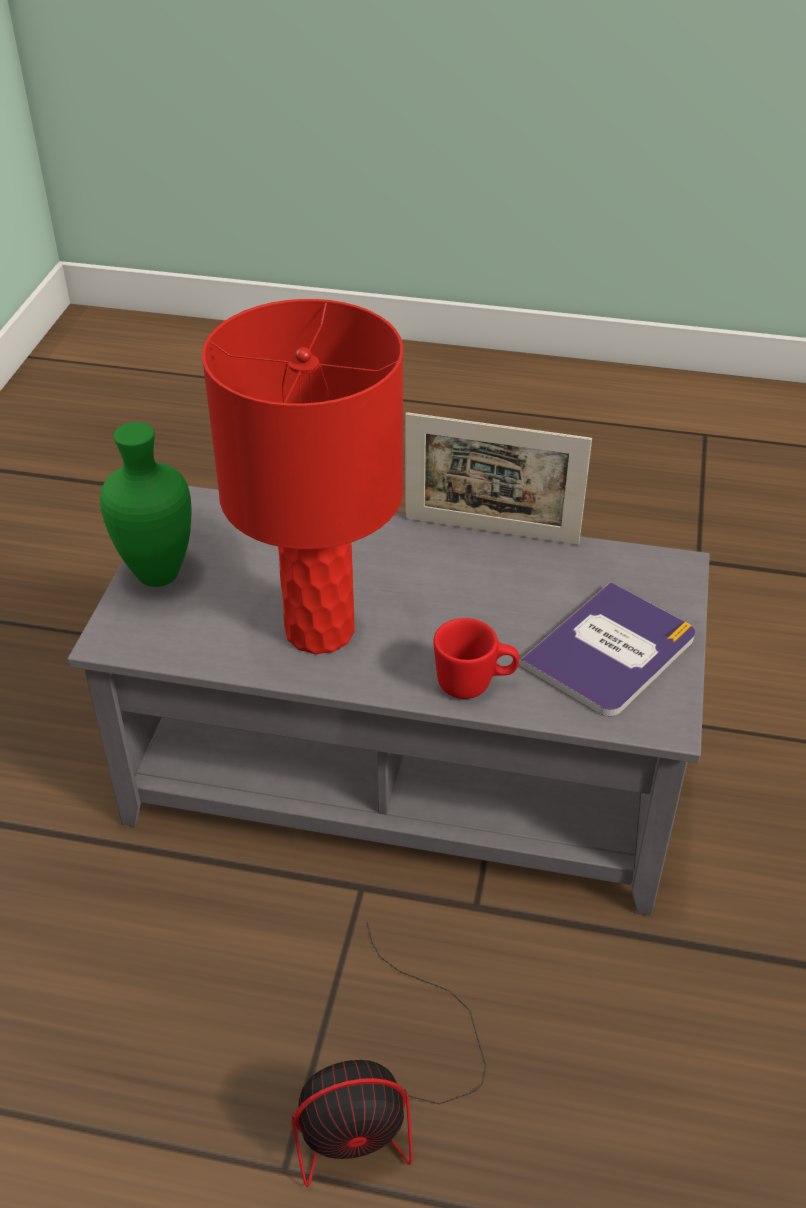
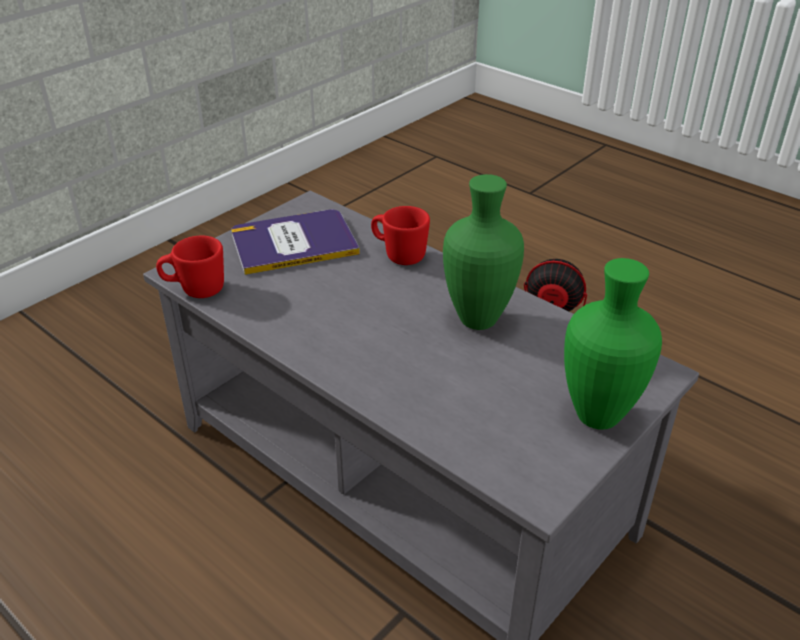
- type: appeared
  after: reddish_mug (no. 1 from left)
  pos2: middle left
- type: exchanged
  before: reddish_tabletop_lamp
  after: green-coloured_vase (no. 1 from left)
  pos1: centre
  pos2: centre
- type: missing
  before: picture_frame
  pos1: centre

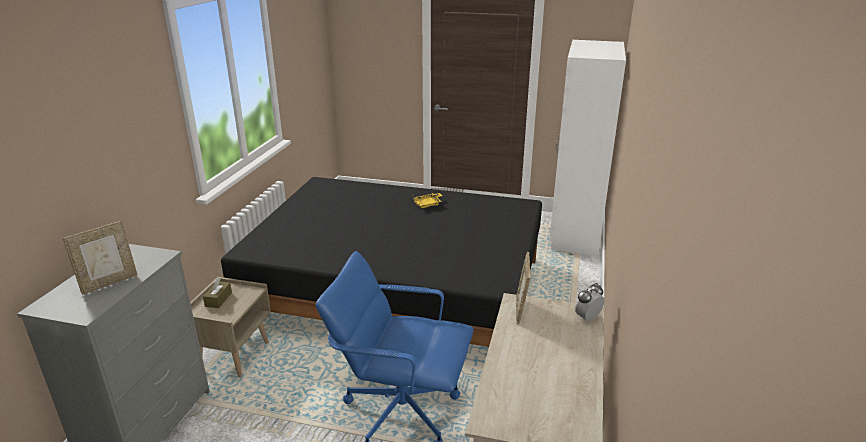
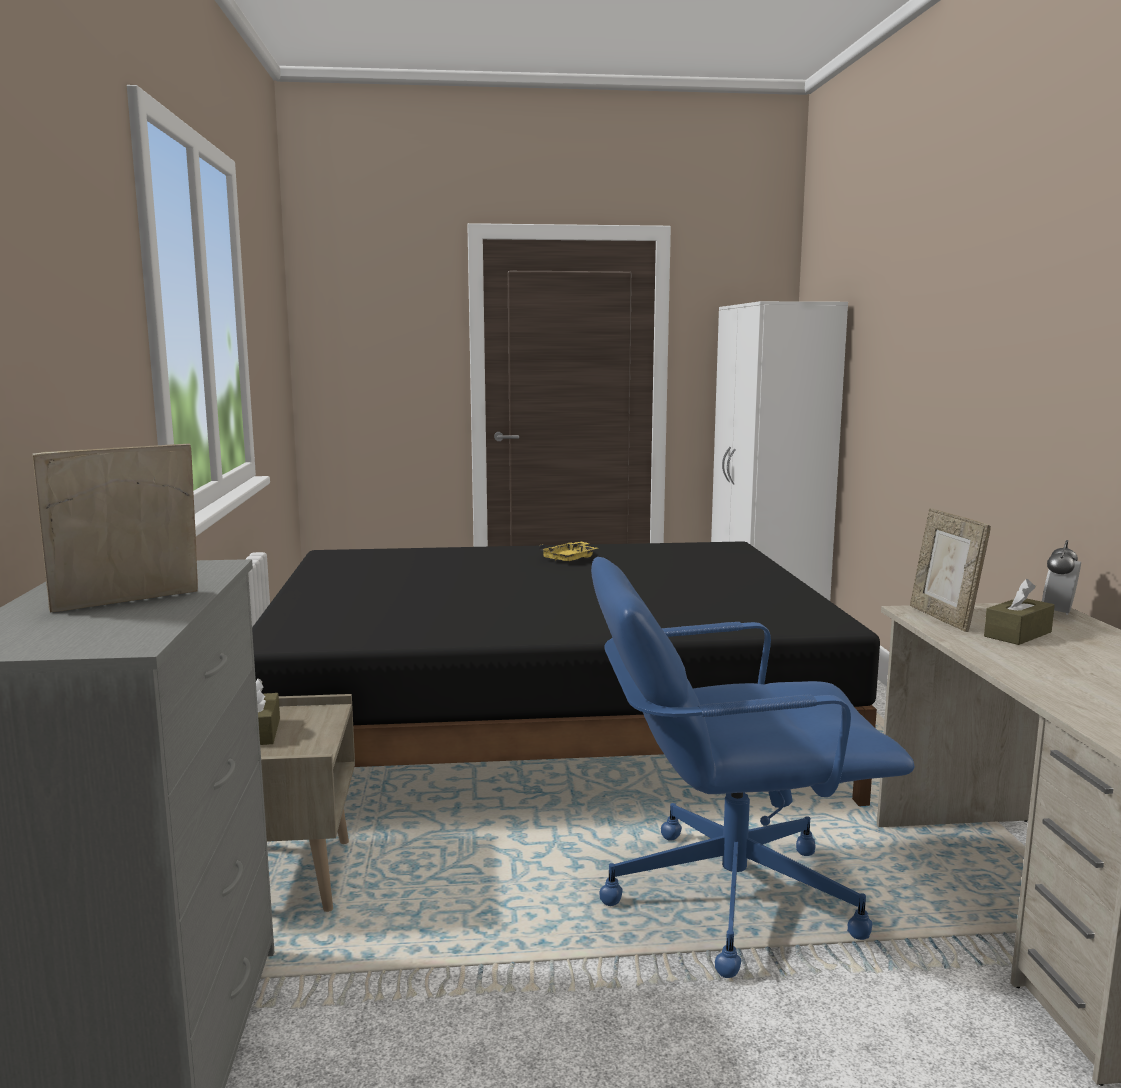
- type: spun
  before: picture_frame (no. 1 from left)
  pos1: middle left
  pos2: middle left
  turn: -150
- type: appeared
  after: brown-coloured_tissue_holder (no. 2 from left)
  pos2: middle right

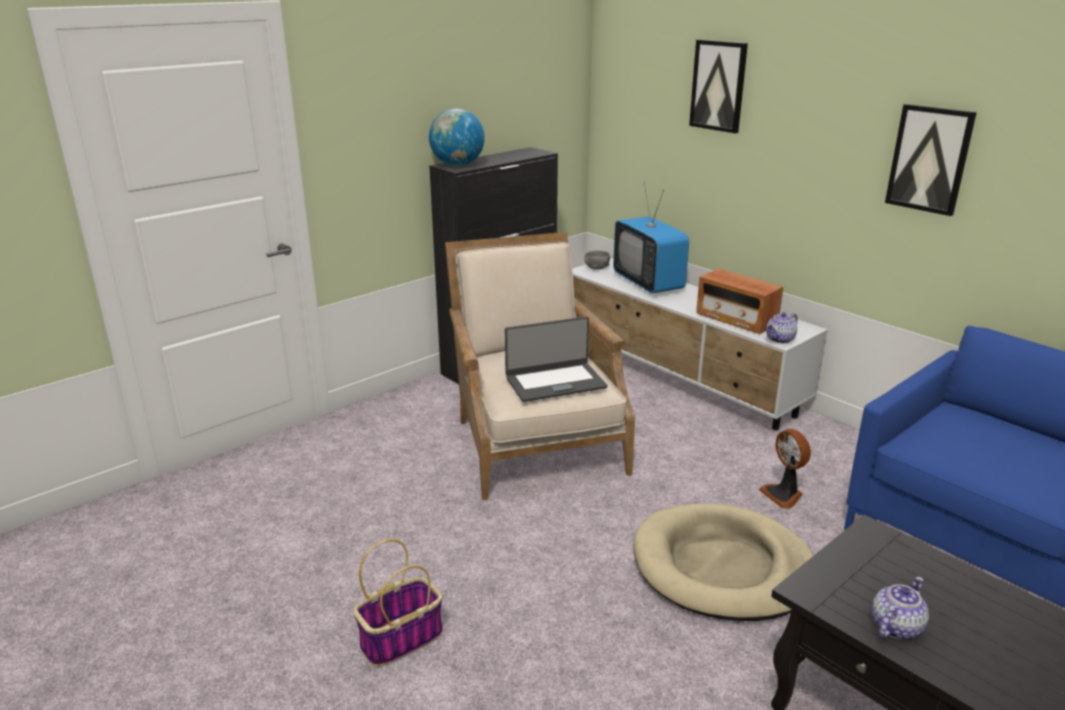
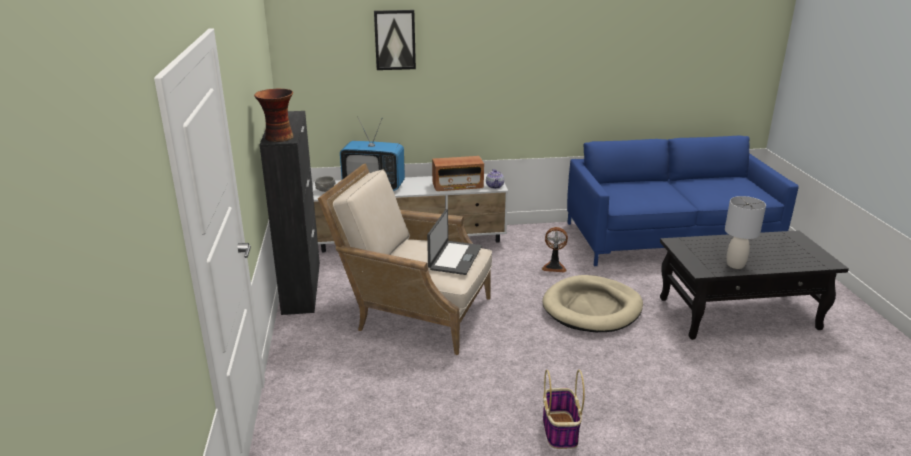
- type: exchanged
  before: world_globe
  after: vase
  pos1: top centre
  pos2: top left
- type: exchanged
  before: tea_pot (no. 2 from left)
  after: grey_tabletop_lamp
  pos1: bottom right
  pos2: middle right
- type: missing
  before: wall_picture (no. 2 from left)
  pos1: top right

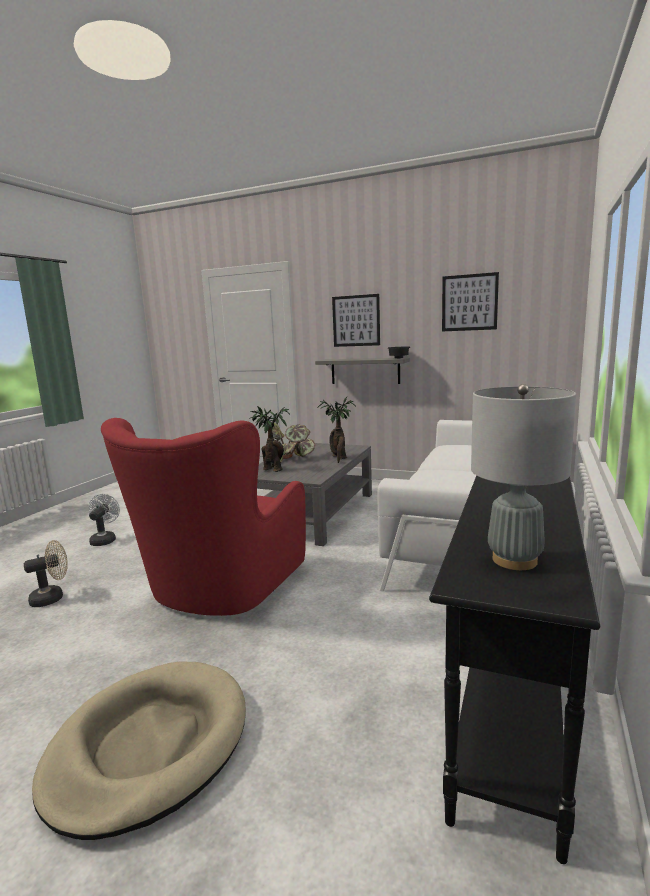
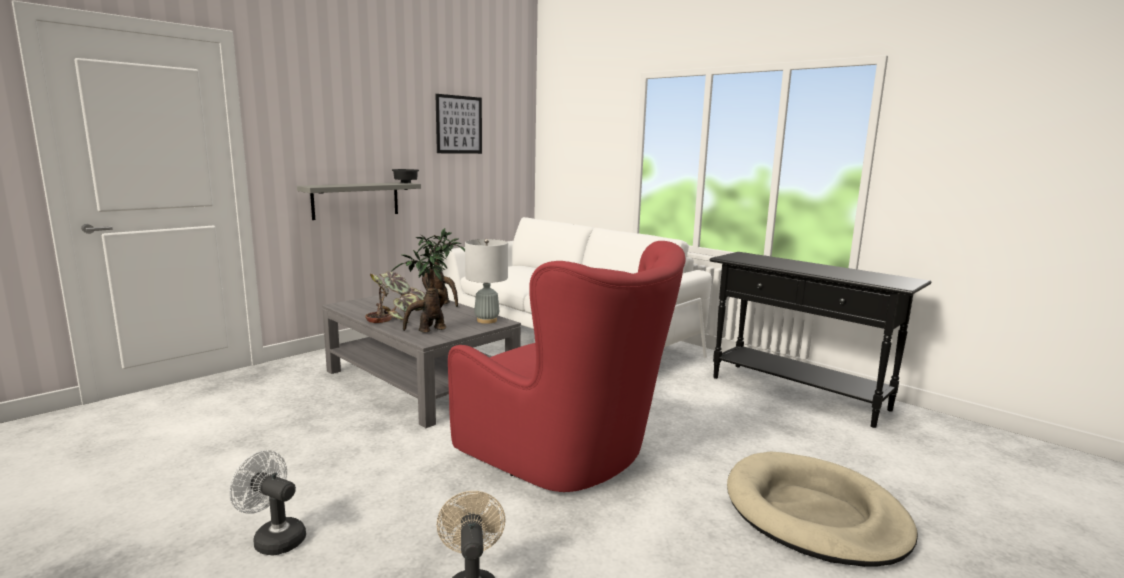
- type: relocated
  before: grey_tabletop_lamp
  pos1: middle right
  pos2: centre
- type: missing
  before: wall_picture (no. 1 from left)
  pos1: centre

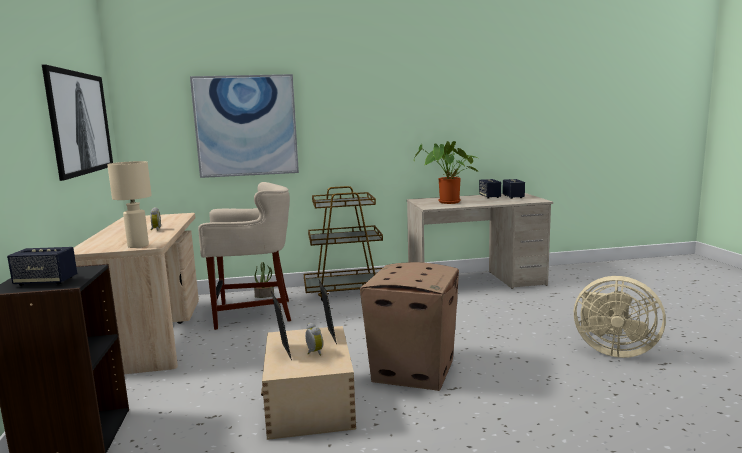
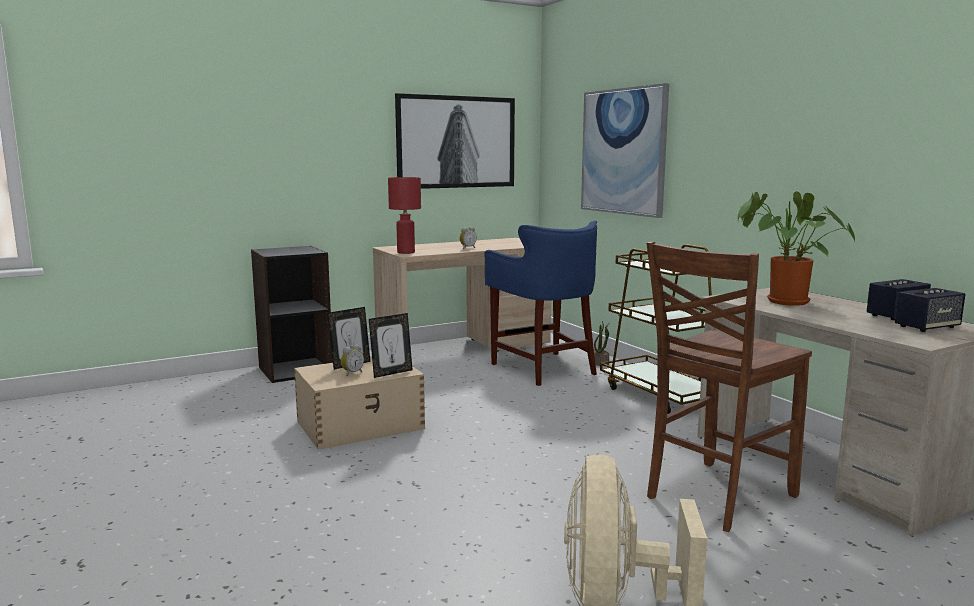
- type: colour
  before: sand-coloured_tabletop_lamp
  after: reddish_tabletop_lamp
  pos1: middle left
  pos2: centre
- type: colour
  before: sand-coloured_sitting_stool
  after: blue-coloured_sitting_stool
  pos1: middle left
  pos2: centre
- type: appeared
  after: brown-coloured_upright_chair
  pos2: middle right
- type: missing
  before: audio_speaker (no. 1 from left)
  pos1: middle left
- type: missing
  before: packing_box
  pos1: bottom centre

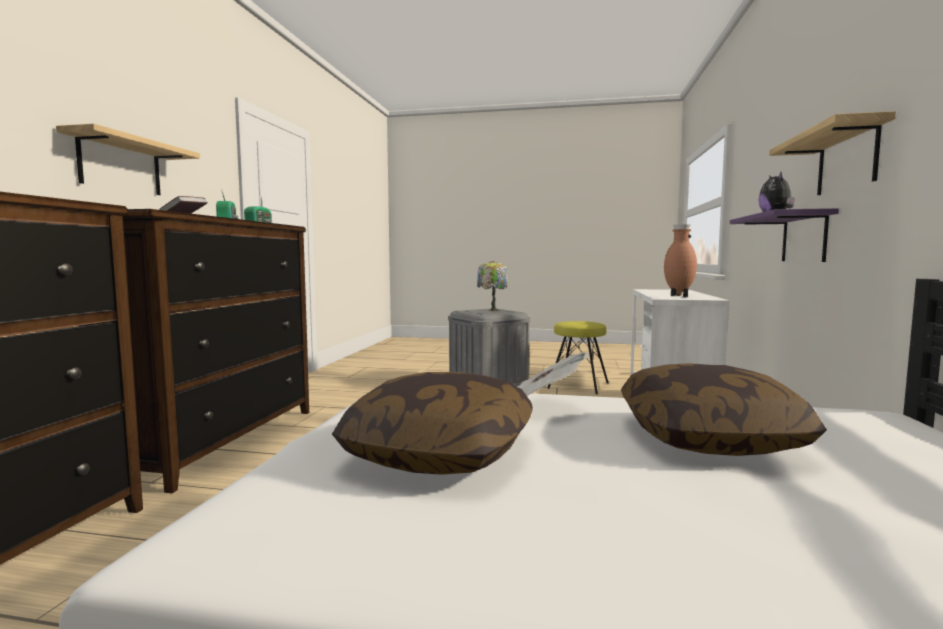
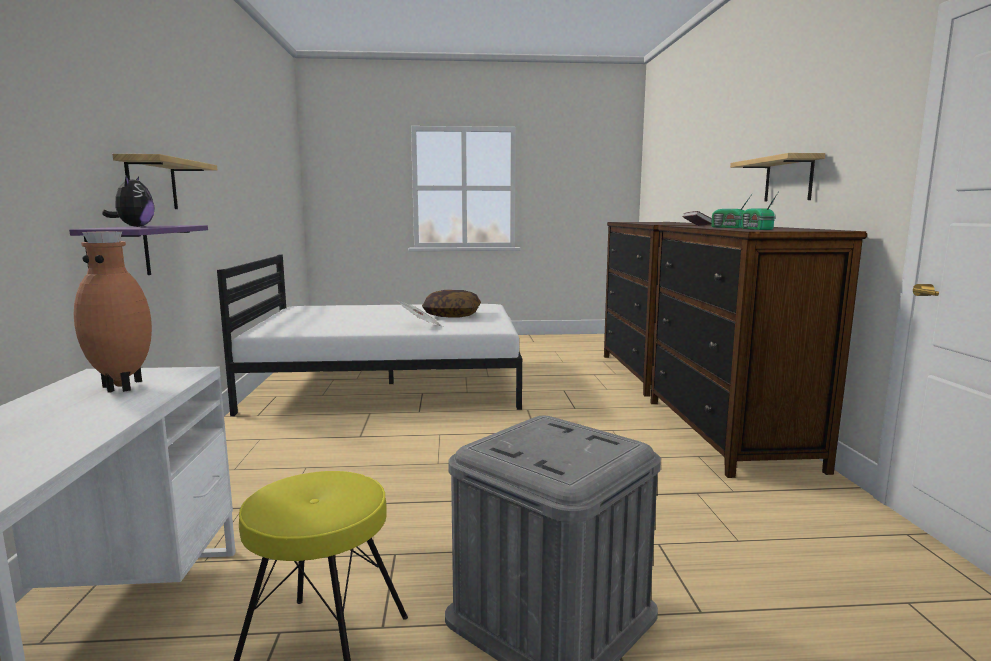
- type: missing
  before: tabletop_lamp
  pos1: centre
- type: missing
  before: throw_pillow (no. 2 from left)
  pos1: middle right

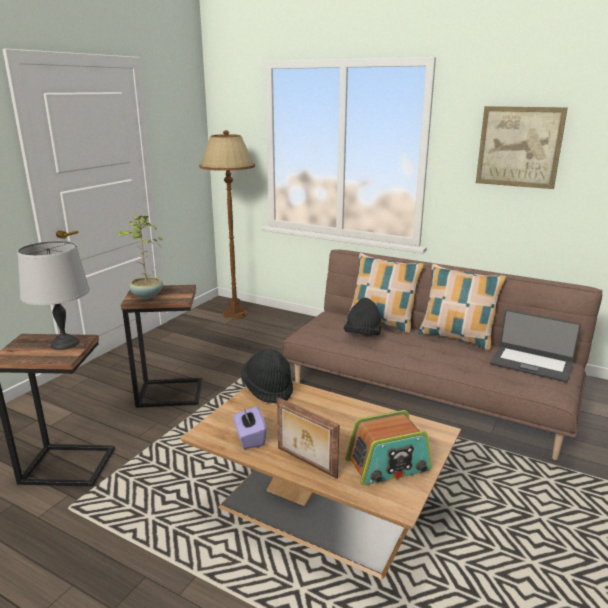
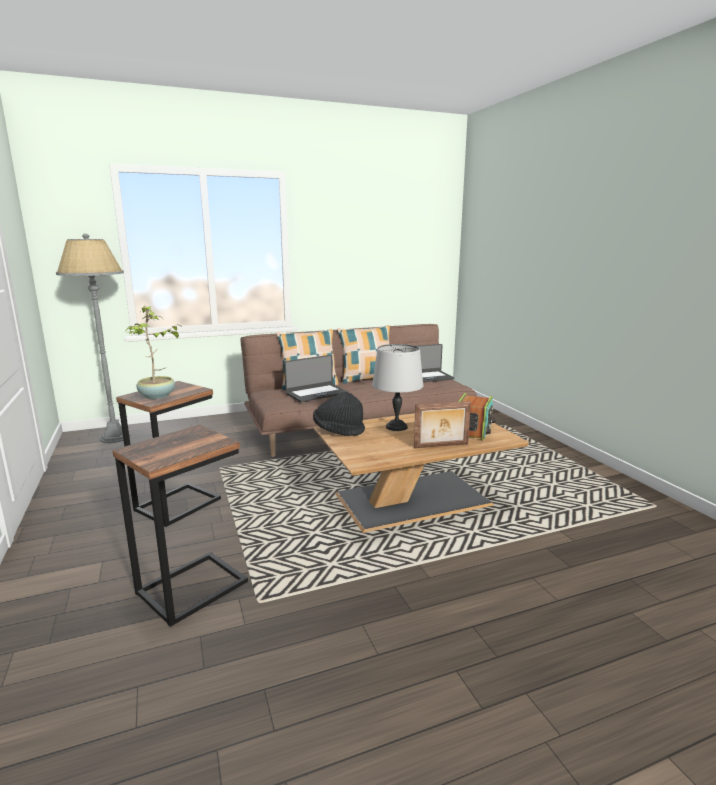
- type: colour
  before: brown-coloured_standing_lamp
  after: grey_standing_lamp
  pos1: centre
  pos2: middle left
- type: exchanged
  before: black_hat (no. 2 from left)
  after: portable_computer (no. 1 from left)
  pos1: centre
  pos2: centre
- type: relocated
  before: grey_tabletop_lamp
  pos1: middle left
  pos2: centre
- type: missing
  before: purple_tissue_holder
  pos1: bottom centre
- type: missing
  before: wall_picture
  pos1: top right

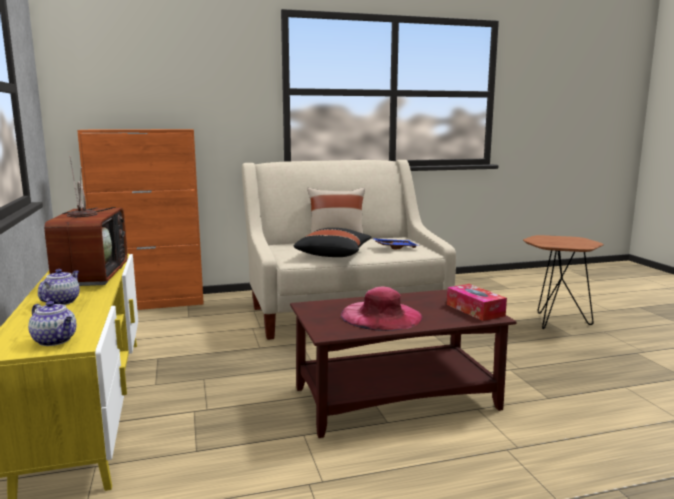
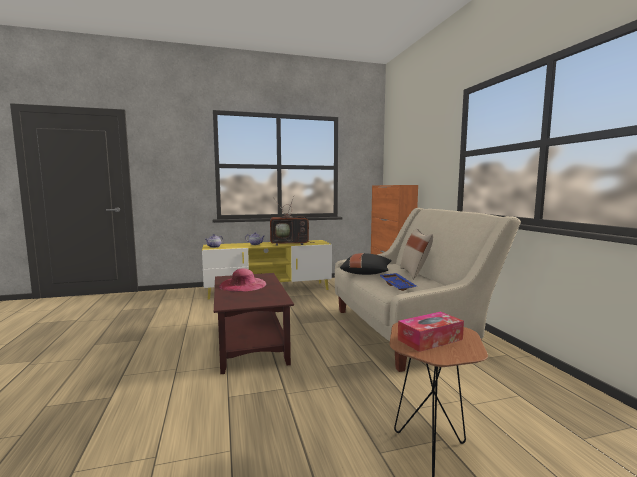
- type: relocated
  before: tissue_holder
  pos1: middle right
  pos2: bottom right

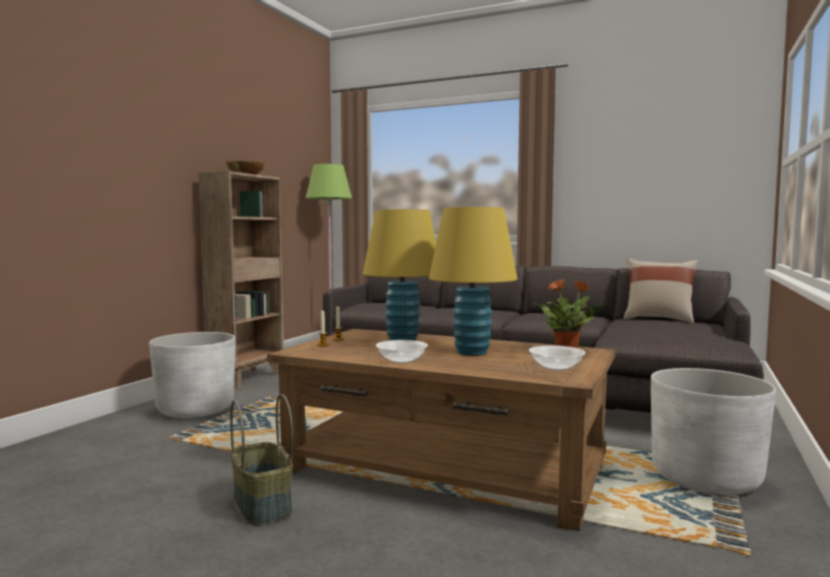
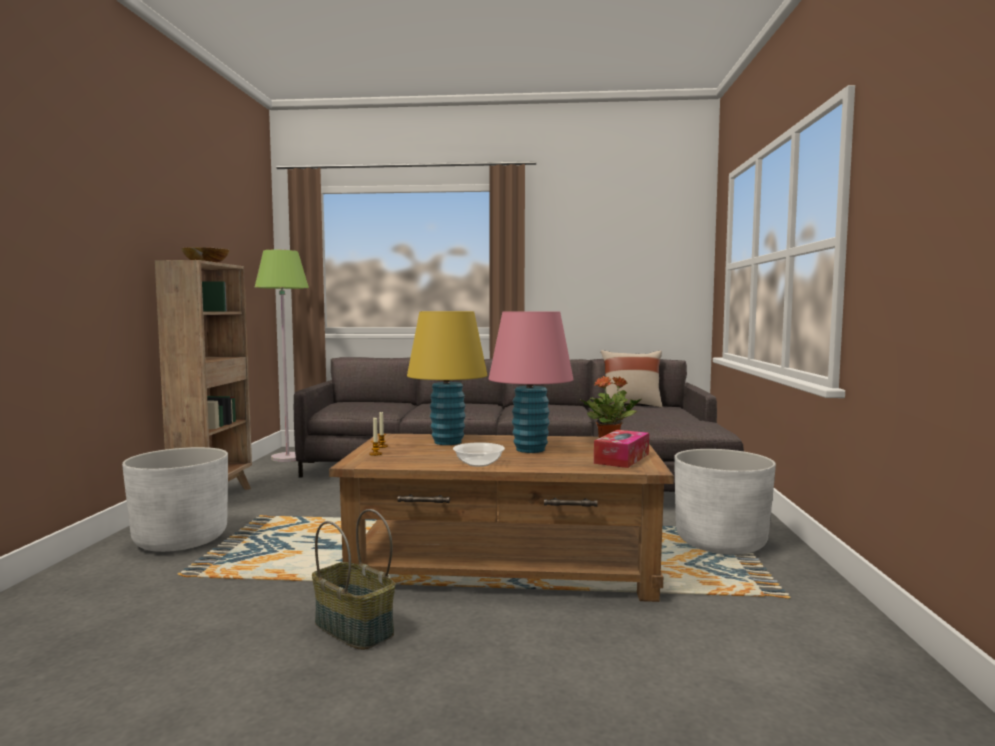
- type: colour
  before: yellowish_tabletop_lamp (no. 2 from left)
  after: pinkish_tabletop_lamp
  pos1: centre
  pos2: centre
- type: exchanged
  before: serving_bowl (no. 3 from left)
  after: tissue_holder
  pos1: middle right
  pos2: centre

